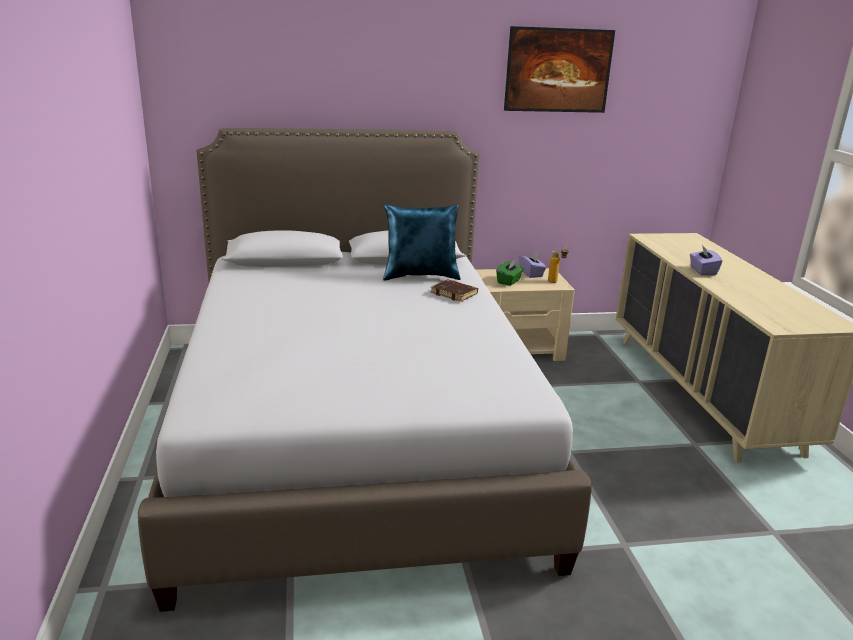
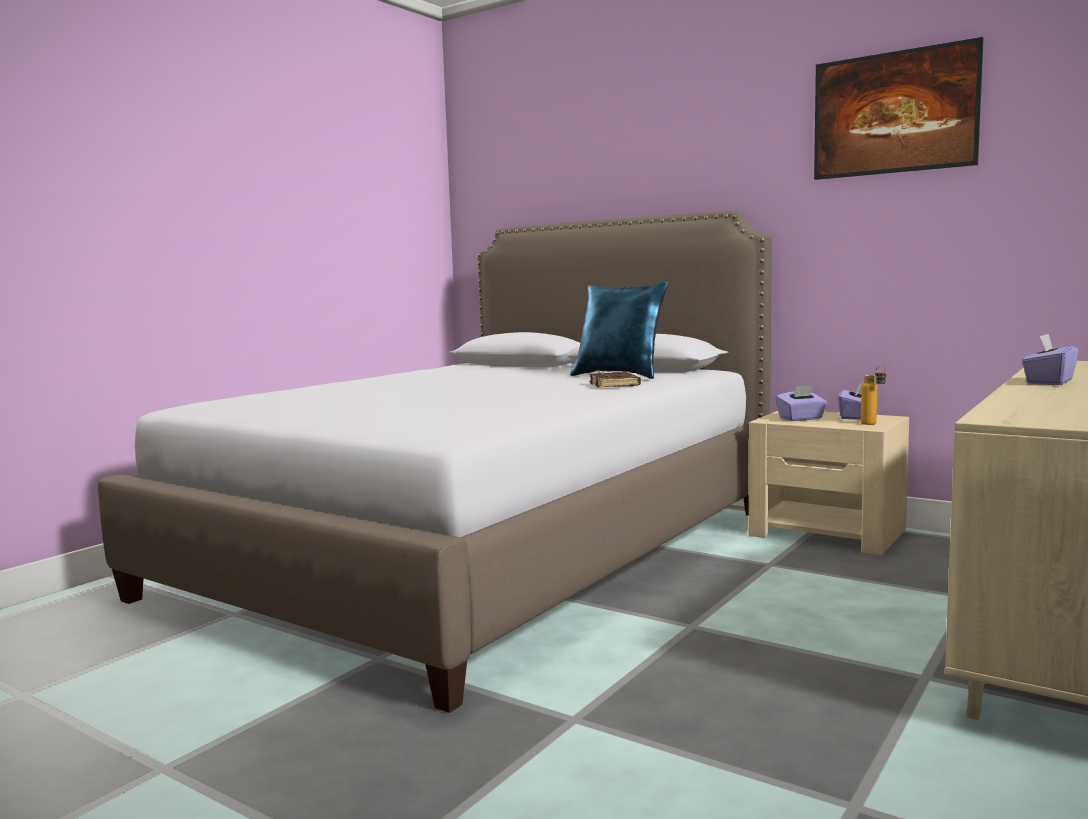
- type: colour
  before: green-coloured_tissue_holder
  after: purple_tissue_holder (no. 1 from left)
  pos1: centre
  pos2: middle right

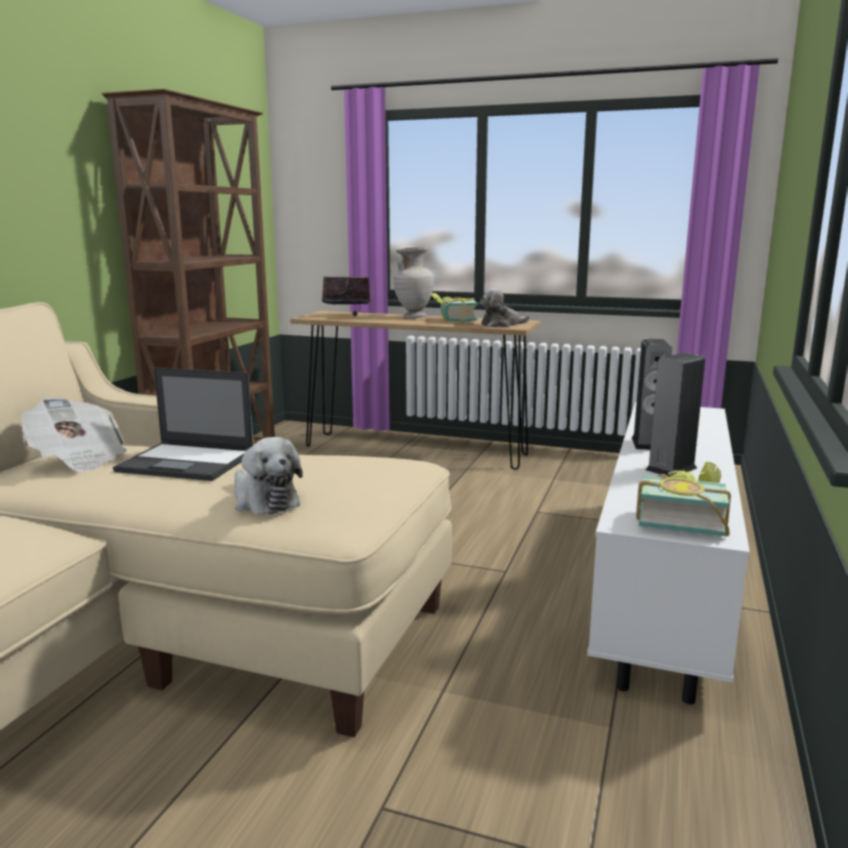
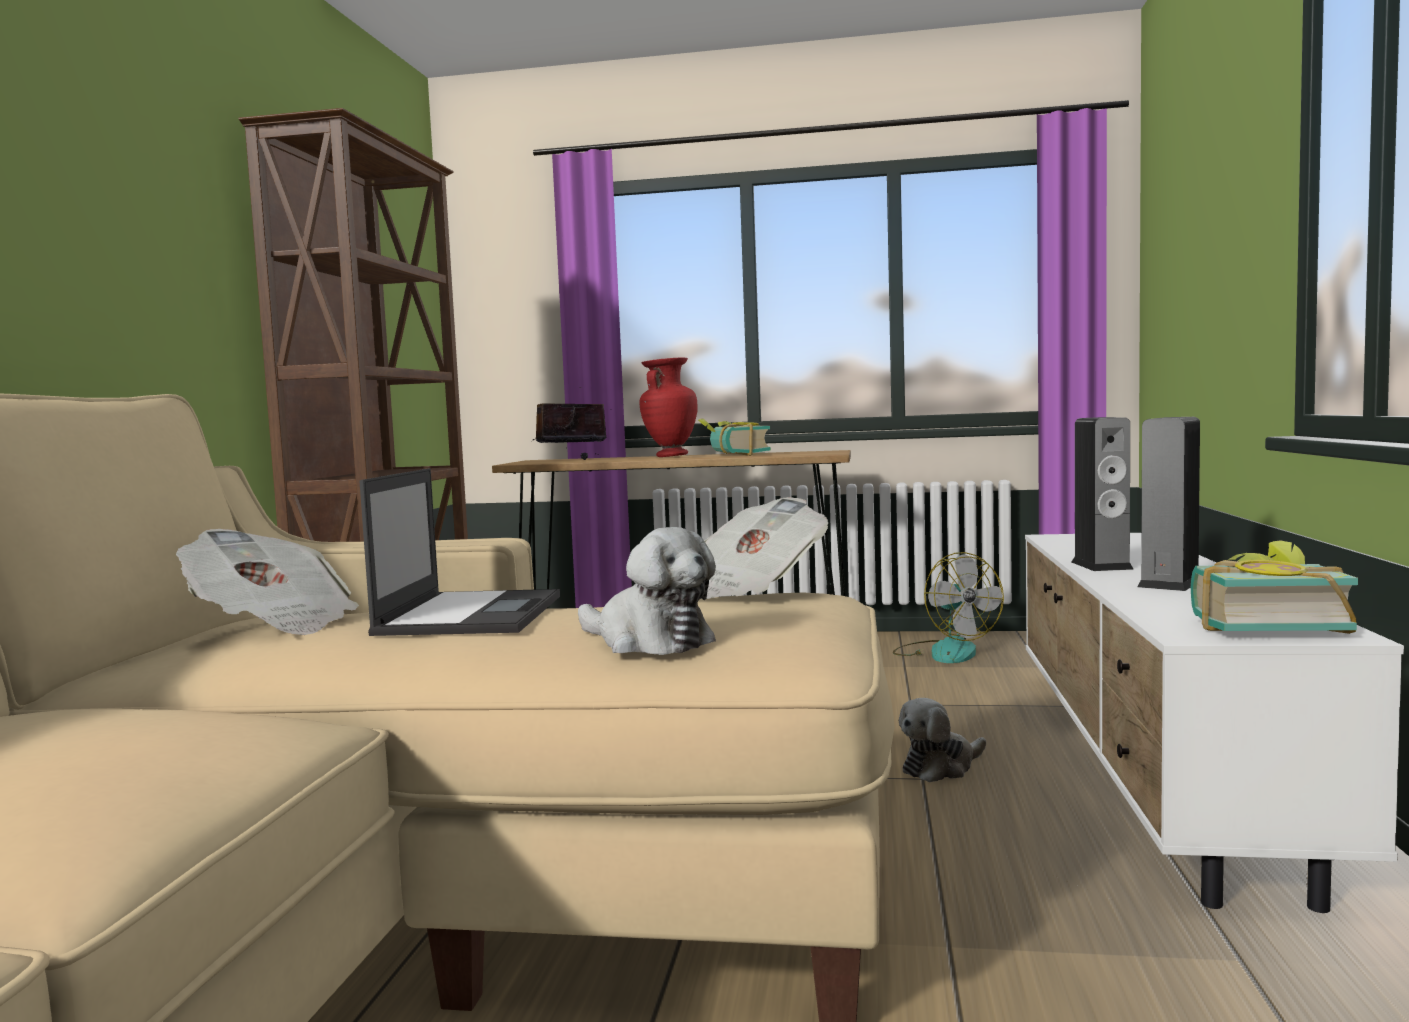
- type: spun
  before: portable_computer
  pos1: middle left
  pos2: middle left
  turn: -90
- type: colour
  before: sand-coloured_vase
  after: reddish_vase
  pos1: centre
  pos2: centre
- type: appeared
  after: newspaper (no. 2 from left)
  pos2: centre
- type: appeared
  after: fan
  pos2: middle right
- type: relocated
  before: plush_toy (no. 2 from left)
  pos1: centre
  pos2: bottom right

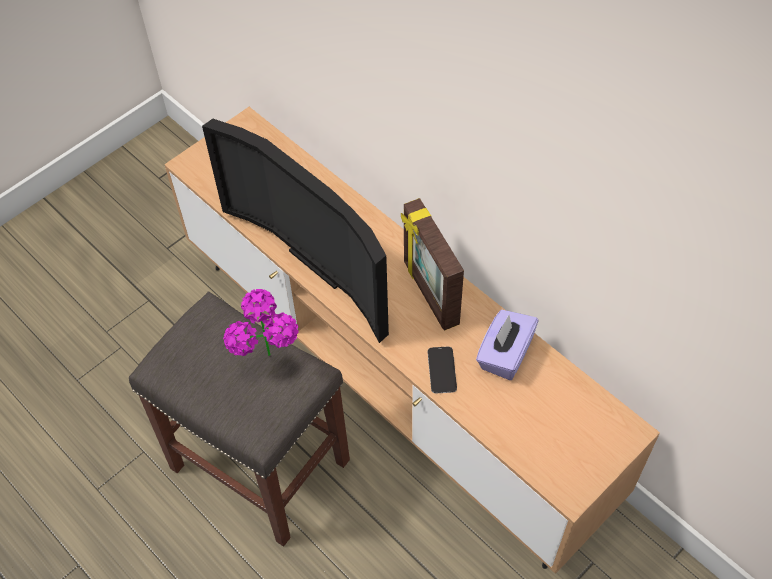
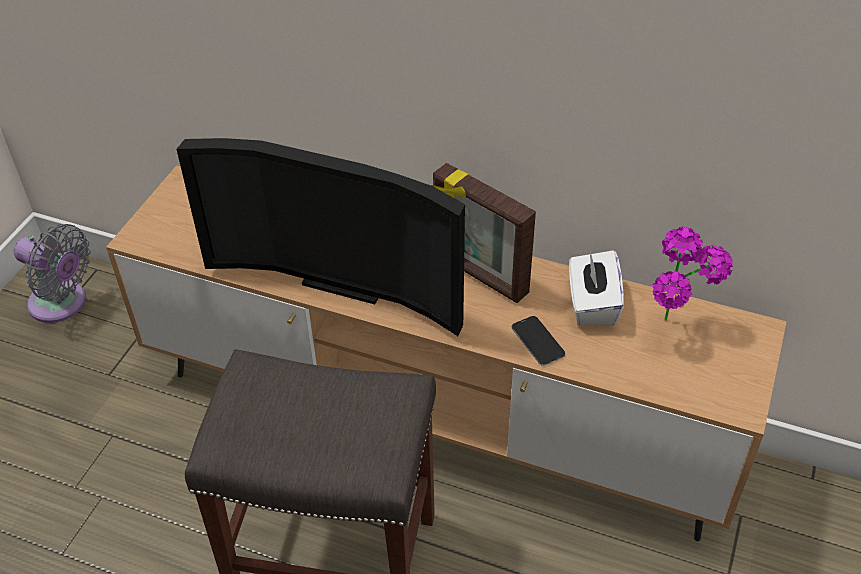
- type: appeared
  after: grey_fan
  pos2: middle left
- type: colour
  before: purple_tissue_holder
  after: white-coloured_tissue_holder
  pos1: centre
  pos2: middle right
- type: relocated
  before: potted_plant
  pos1: centre
  pos2: middle right

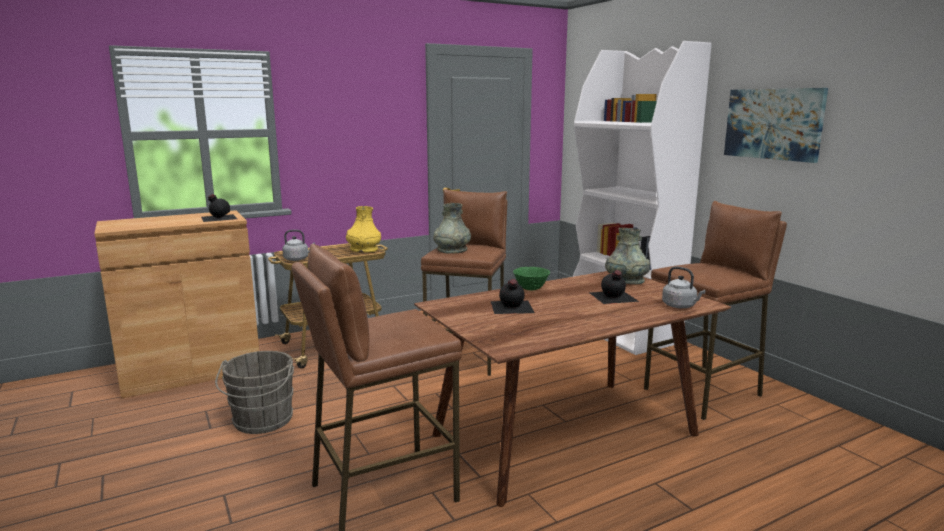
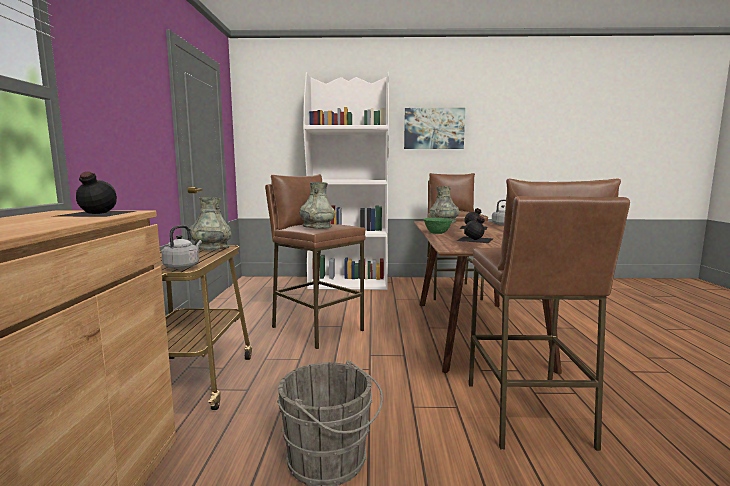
- type: colour
  before: yellowish_vase
  after: grey_vase (no. 1 from left)
  pos1: centre
  pos2: middle left

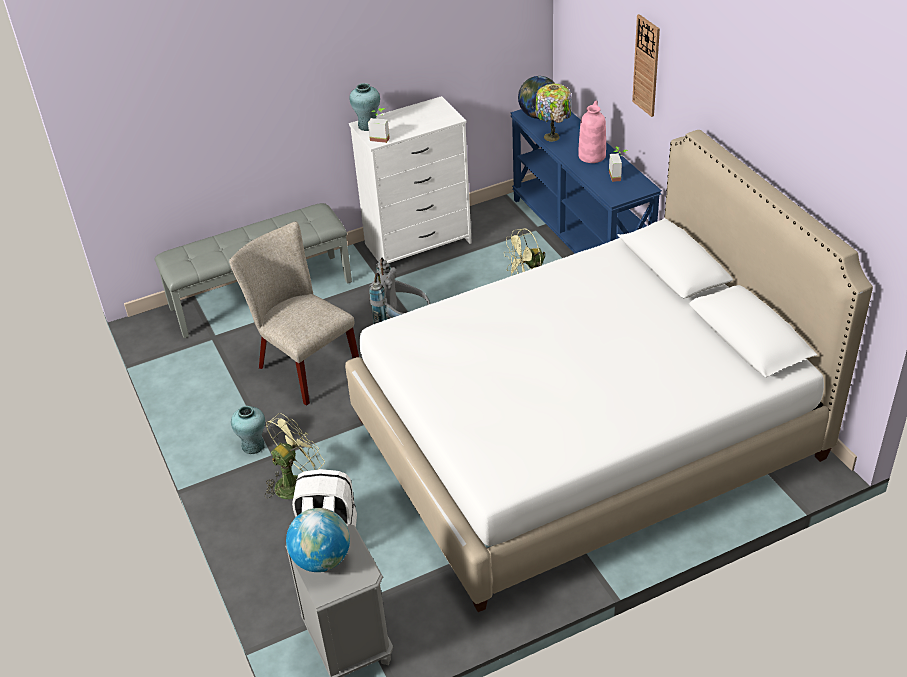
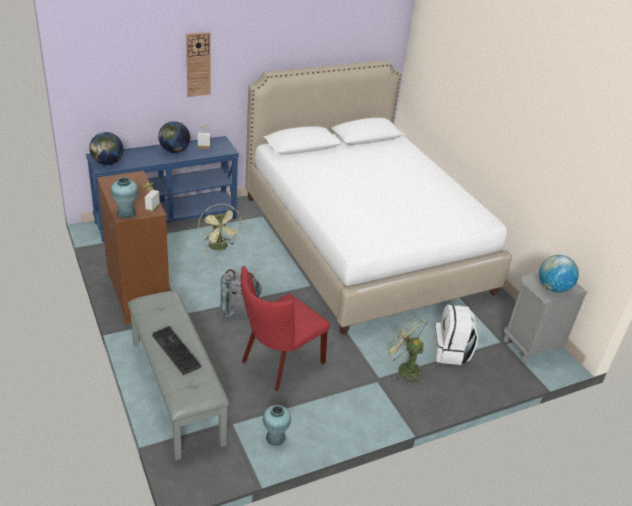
- type: colour
  before: white-coloured_drawer_chest
  after: brown-coloured_drawer_chest
  pos1: top centre
  pos2: middle left
- type: appeared
  after: computer_keyboard
  pos2: bottom left
- type: exchanged
  before: pinkish_vase
  after: world_globe (no. 2 from left)
  pos1: top centre
  pos2: top left
- type: colour
  before: sand-coloured_upright_chair
  after: reddish_upright_chair
  pos1: middle left
  pos2: centre
- type: relocated
  before: turquoise_vase (no. 1 from left in the first image)
  after: turquoise_vase (no. 2 from left)
  pos1: middle left
  pos2: bottom centre
- type: missing
  before: tabletop_lamp
  pos1: top centre

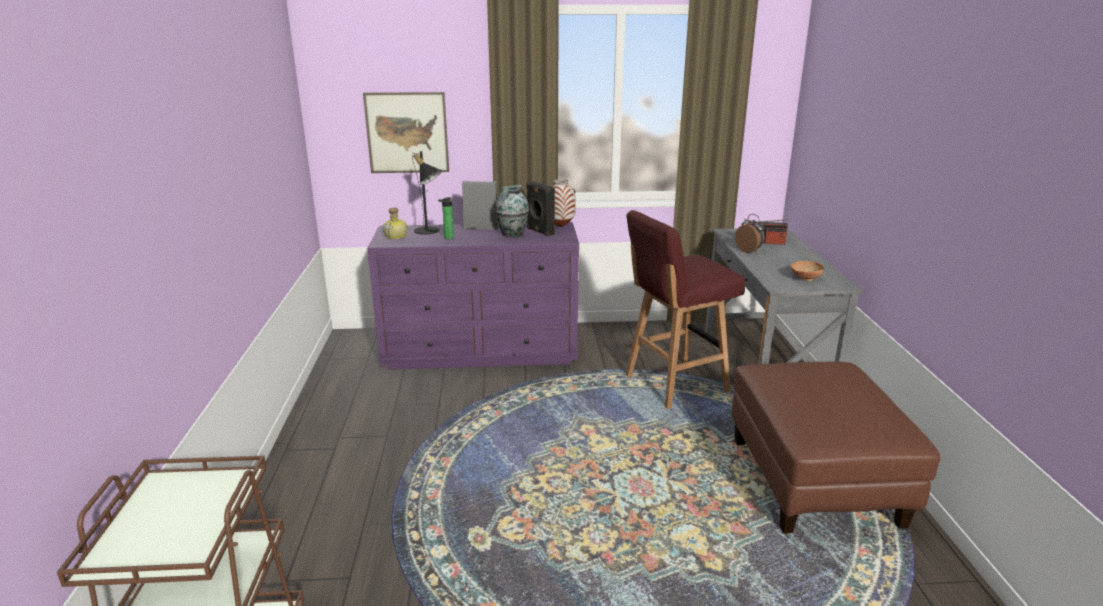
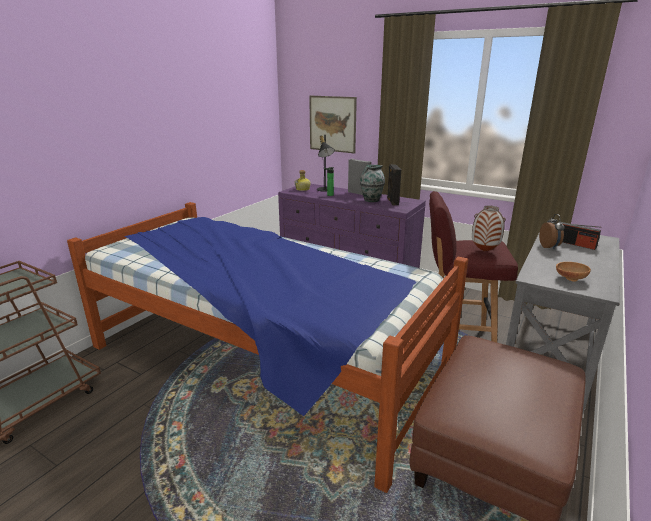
- type: appeared
  after: bedroom_bed
  pos2: centre
- type: relocated
  before: vase (no. 2 from left)
  pos1: centre
  pos2: middle right

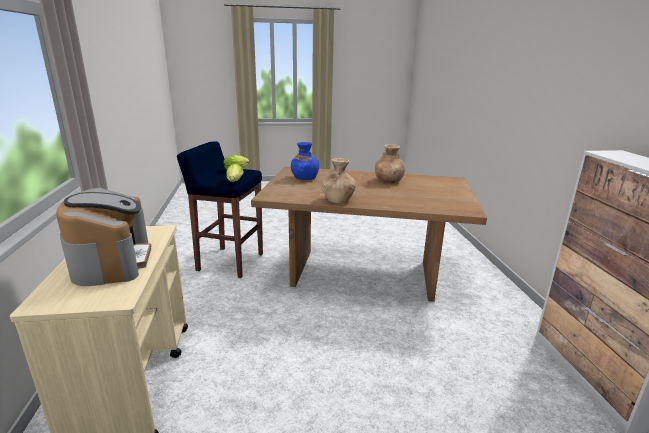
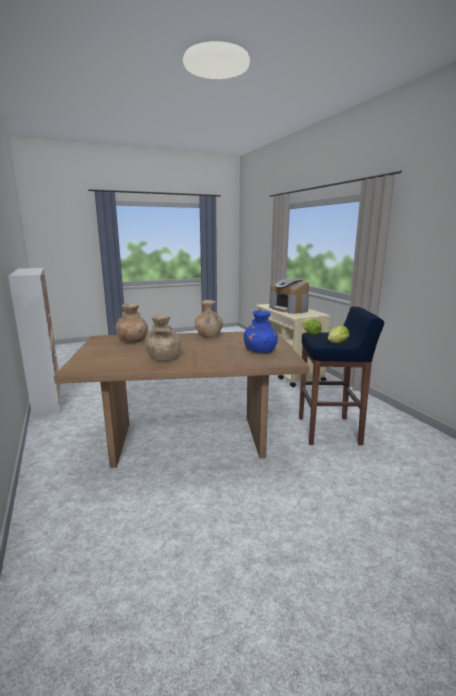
- type: appeared
  after: brown-coloured_vase (no. 1 from left)
  pos2: middle left

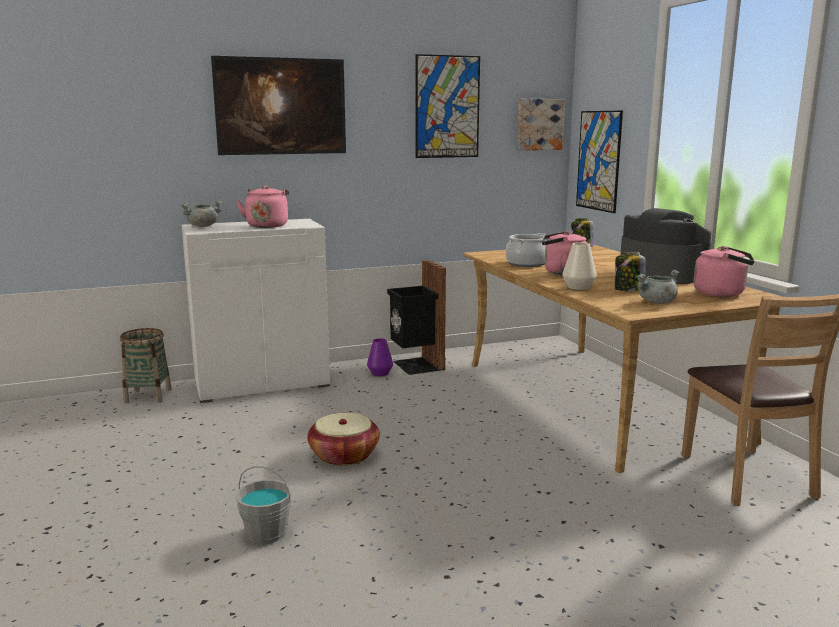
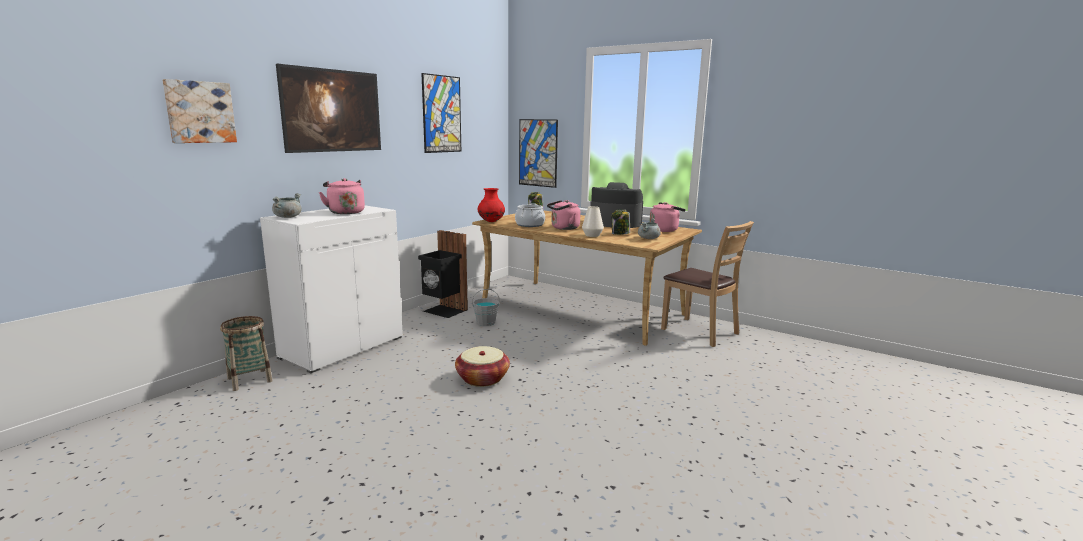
- type: relocated
  before: wall_picture (no. 3 from left in the first image)
  after: wall_picture (no. 1 from left)
  pos1: top centre
  pos2: top left
- type: relocated
  before: grey_bucket
  pos1: bottom left
  pos2: centre
- type: appeared
  after: reddish_vase
  pos2: centre
- type: missing
  before: purple_vase
  pos1: centre

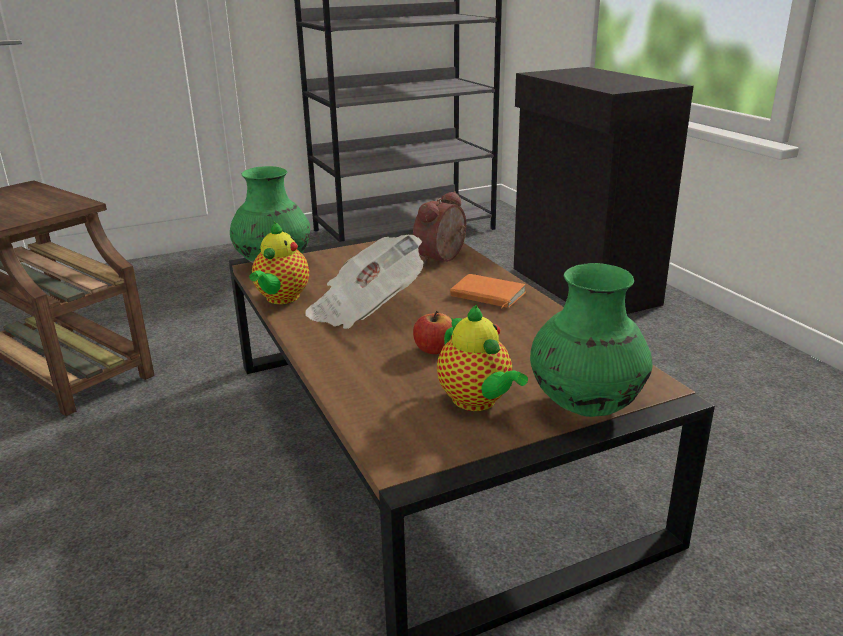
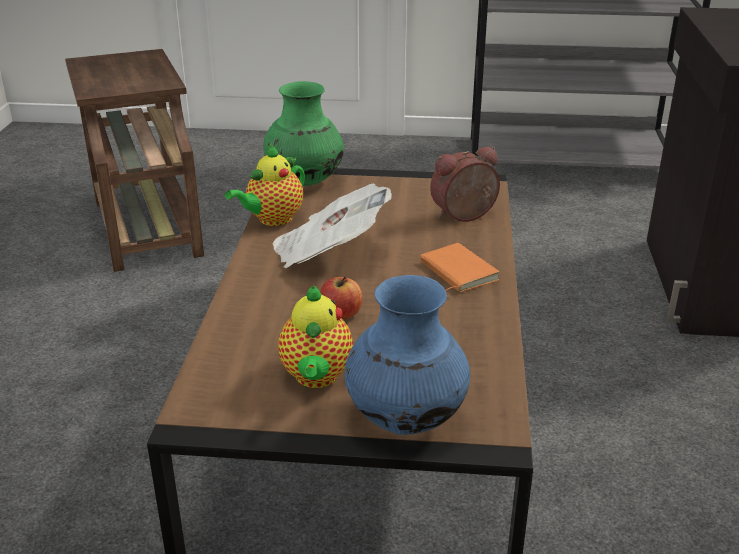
- type: colour
  before: green-coloured_vase (no. 2 from left)
  after: blue-coloured_vase
  pos1: middle right
  pos2: centre

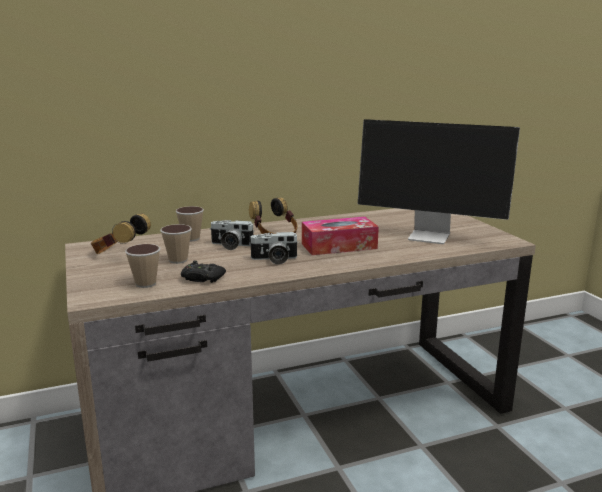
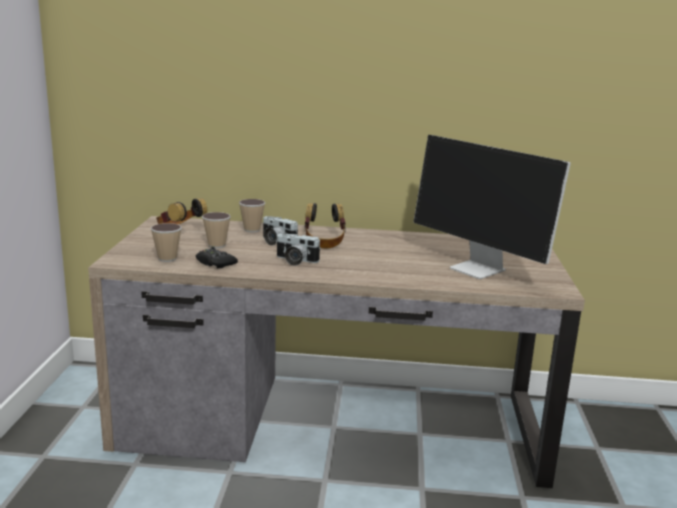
- type: missing
  before: tissue_holder
  pos1: centre

